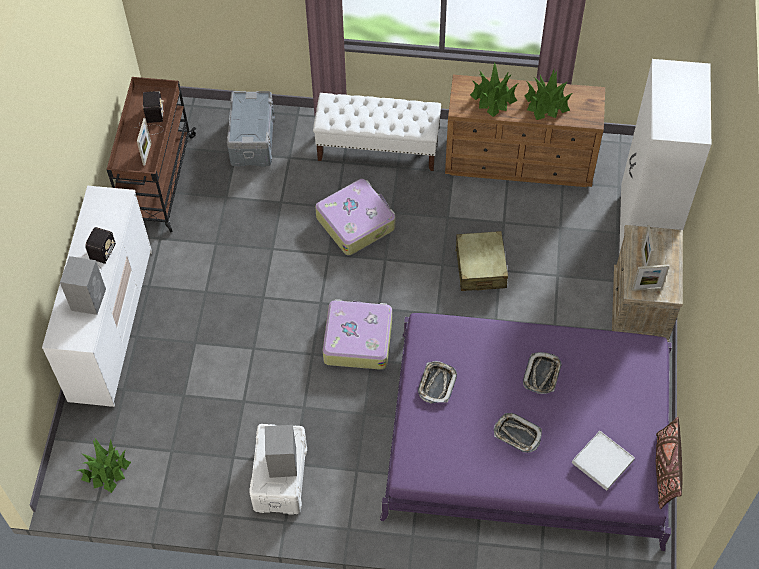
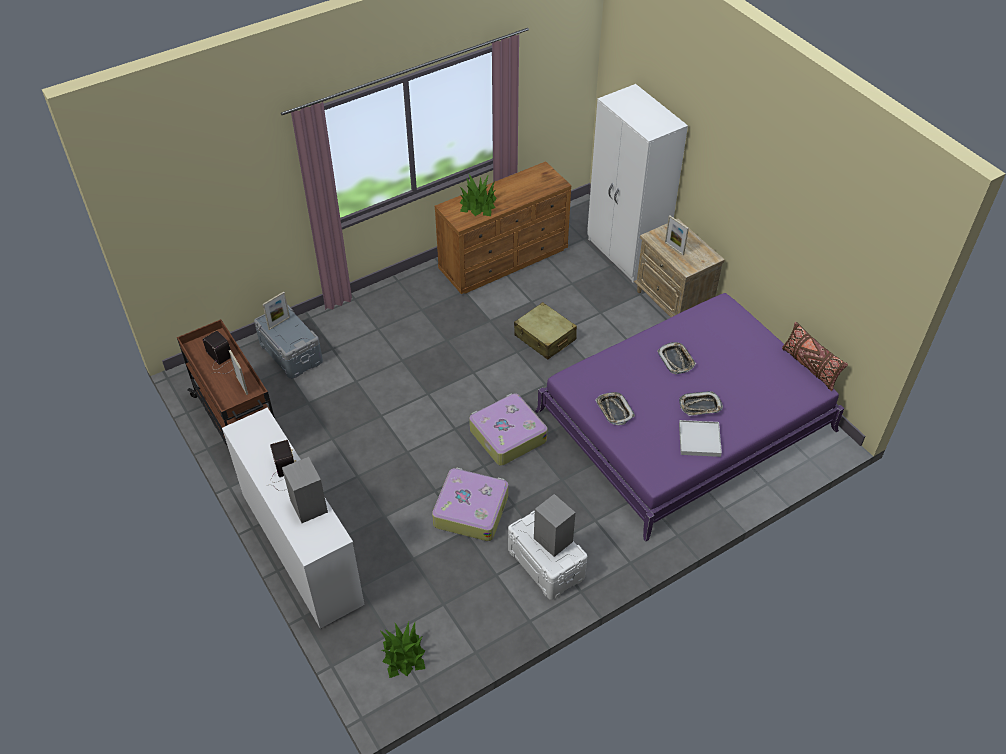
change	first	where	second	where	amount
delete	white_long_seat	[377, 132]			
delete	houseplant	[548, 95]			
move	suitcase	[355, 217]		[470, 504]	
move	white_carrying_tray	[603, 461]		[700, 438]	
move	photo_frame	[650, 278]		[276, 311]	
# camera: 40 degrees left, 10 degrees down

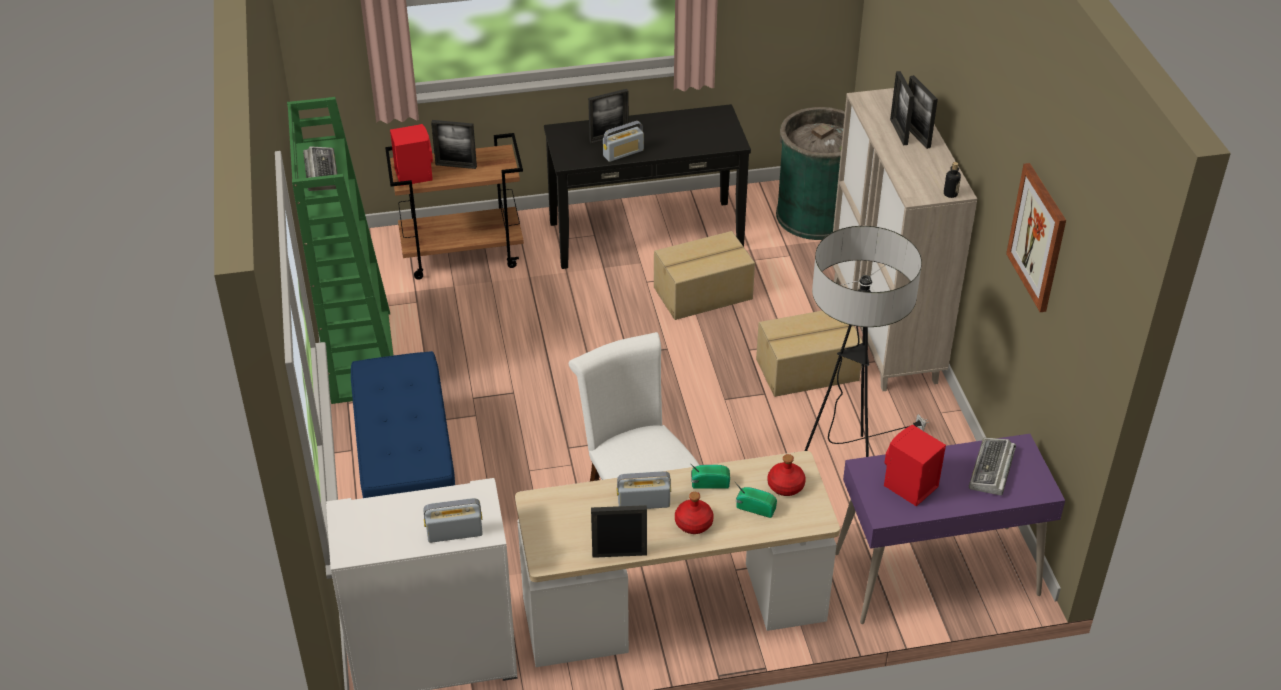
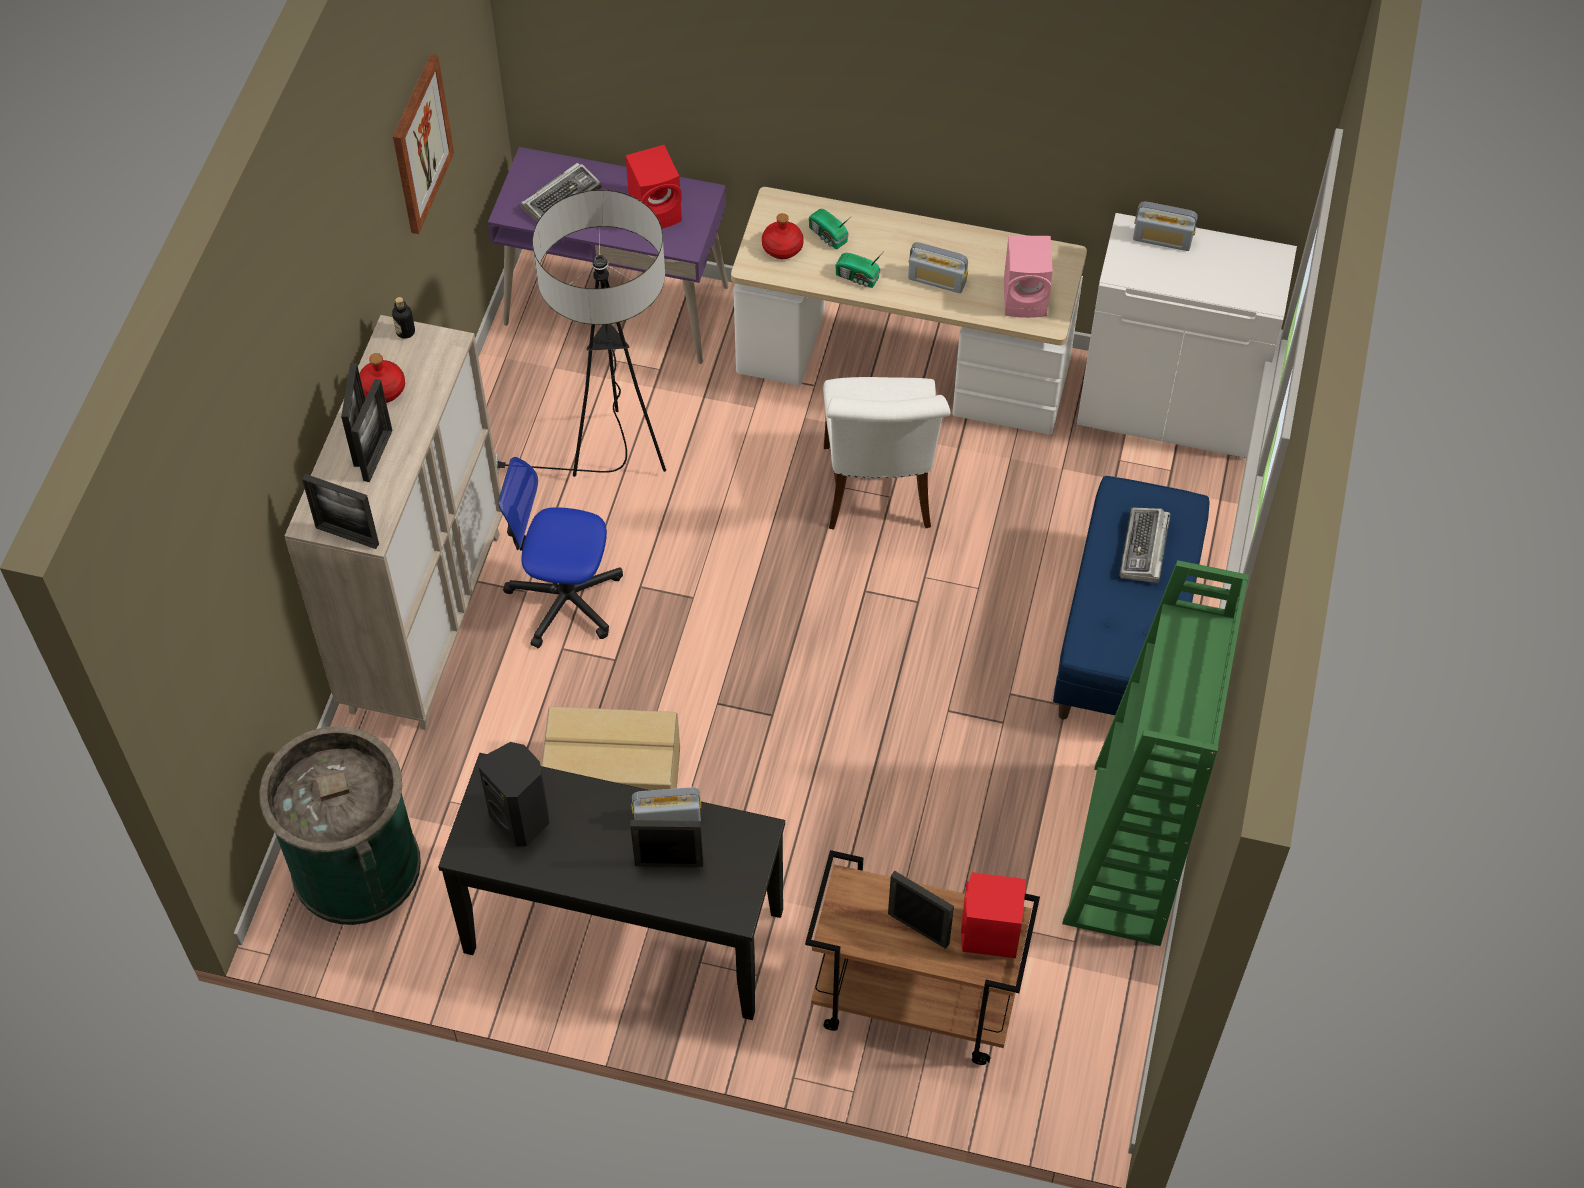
change	first	where	second	where	amount
insert			black_audio_speaker	[514, 794]	
insert			pink-coloured_audio_speaker	[1028, 276]	
move	PC_keyboard	[320, 168]		[1144, 545]	
move	photo_frame	[619, 531]		[340, 511]	
move	reddish_drink_bottle	[694, 513]		[382, 378]	
replace	carton	[809, 354]	desk_chair	[560, 552]	
# camera: 155 degrees left, 15 degrees up

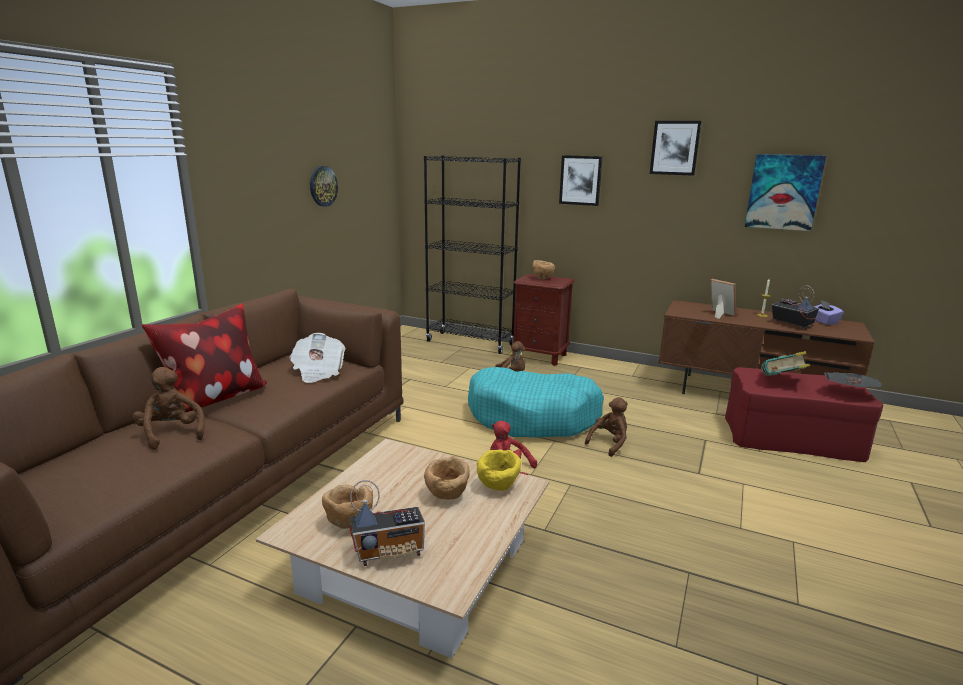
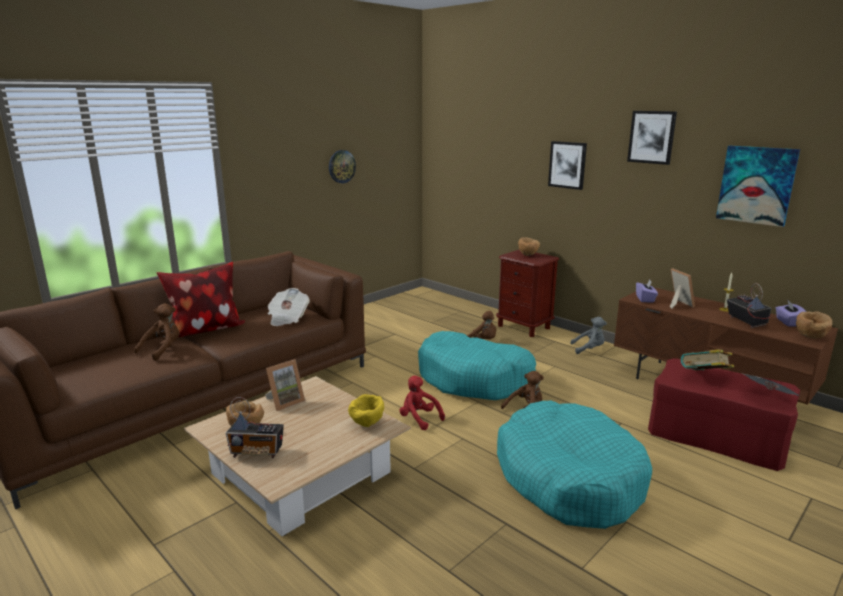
change	first	where	second	where	amount
delete	black_bookcase	[472, 254]			
insert			photo_frame	[285, 385]	
insert			blue-green_dog_cushion	[574, 464]	
insert			greyish_plush_toy	[588, 335]	
insert			purple-coloured_tissue_box	[647, 291]	
move	brown-coloured_serving_bowl	[446, 478]		[814, 325]	
rotate	brown-coloured_plush_toy	[168, 408]		[157, 332]	45 degrees clockwise
# camera: 20 degrees right, 0 degrees up

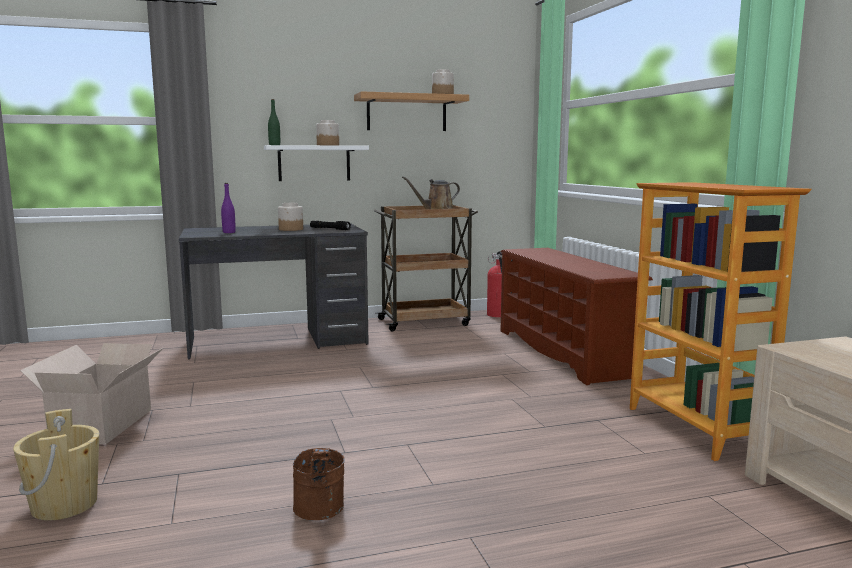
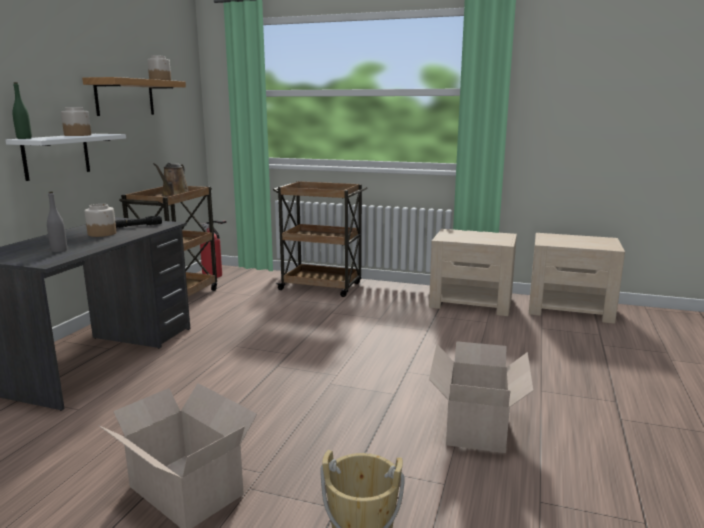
change	first	where	second	where	amount
replace	brown-coloured_water_bucket	[319, 484]	carton	[481, 397]	
replace	brown-coloured_shoe_stand	[577, 316]	brown-coloured_cart	[320, 239]	
replace	bookcase	[720, 321]	sand-coloured_night_table	[473, 272]	
recolor	purple-coloured_drink_bottle	[228, 208]	greyish_drink_bottle	[57, 221]	
# camera: 55 degrees left, 5 degrees up

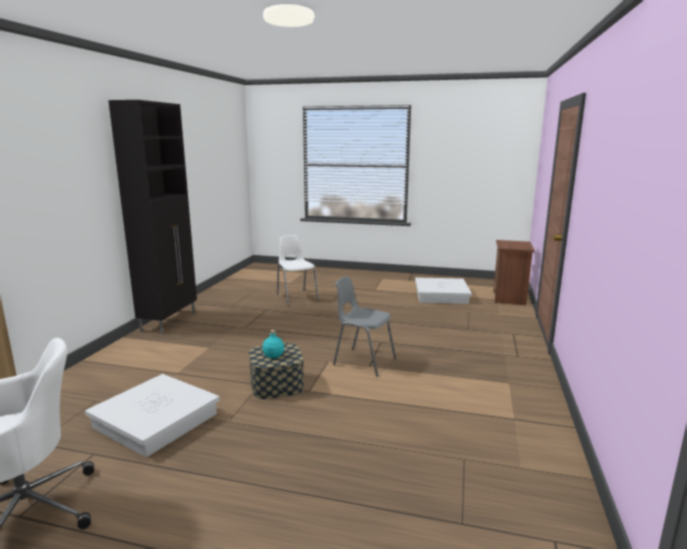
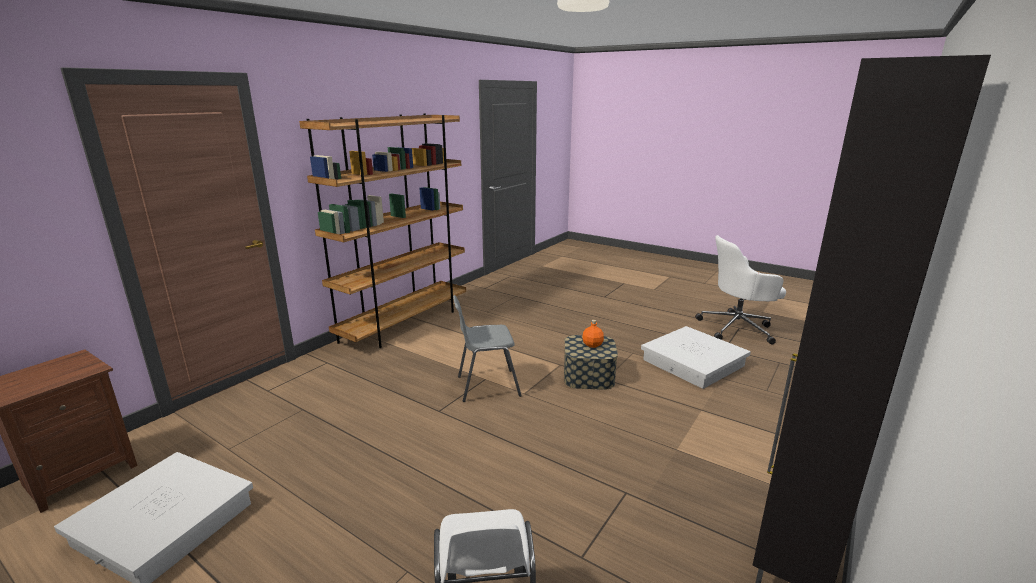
change	first	where	second	where	amount
insert			brown-coloured_bookcase	[382, 231]	
recolor	blue-green_drink_bottle	[273, 344]	orangey_drink_bottle	[593, 334]	
rotate	greyish_chair	[364, 326]		[487, 348]	120 degrees clockwise
# camera: 160 degrees left, 5 degrees up

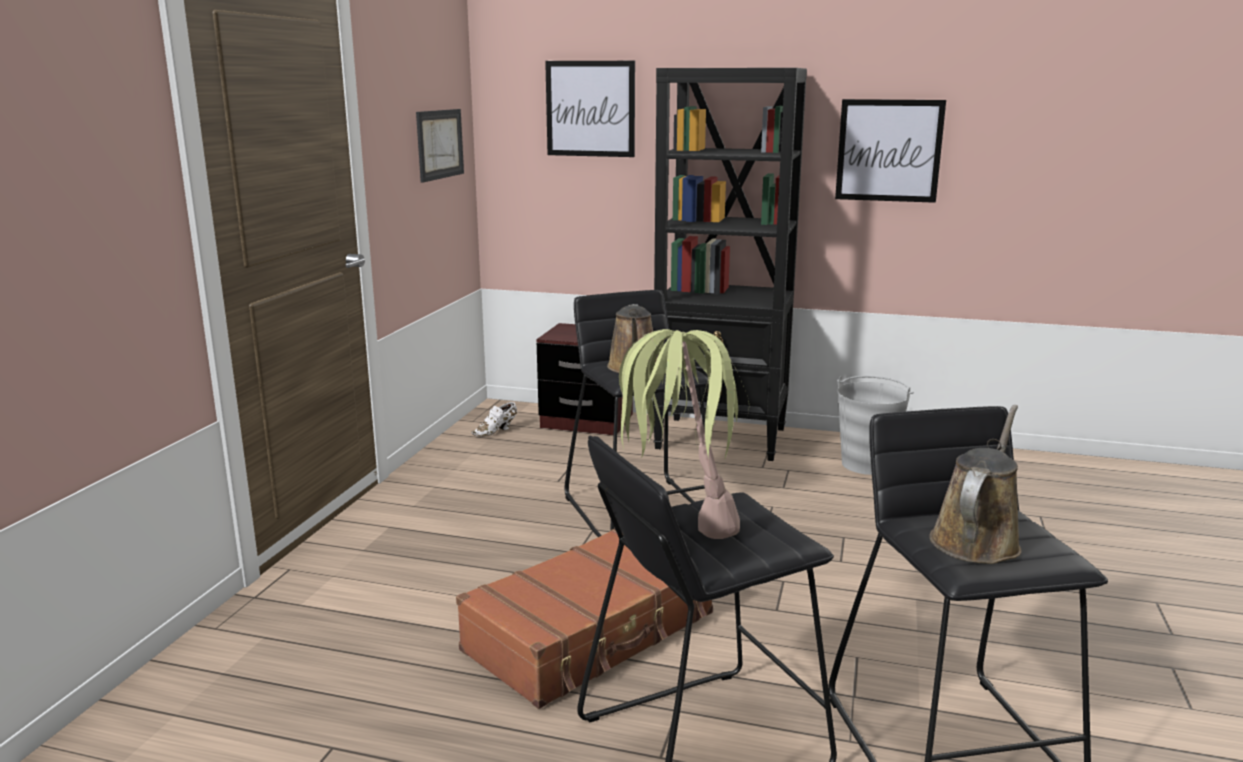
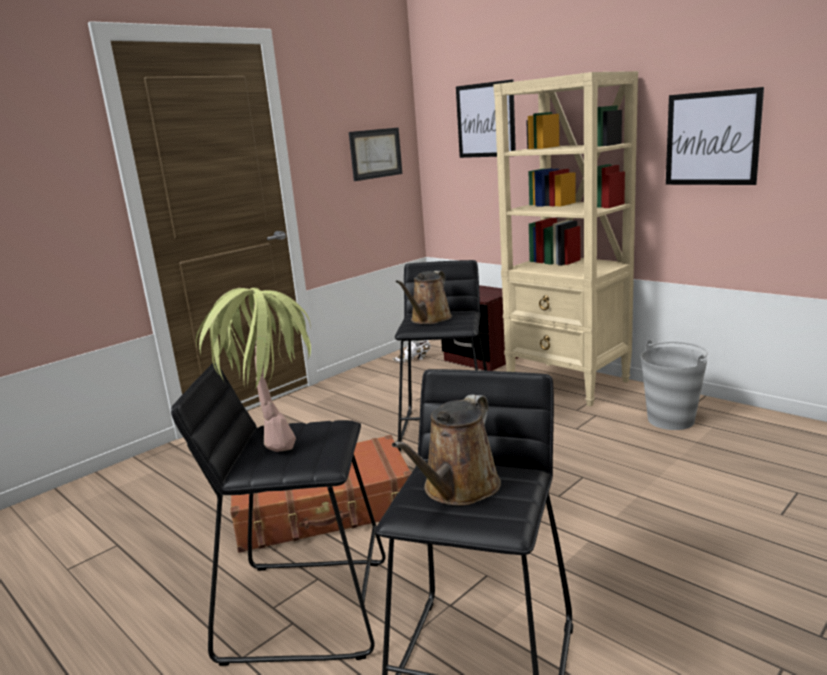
change	first	where	second	where	amount
recolor	black_bookcase	[730, 264]	sand-coloured_bookcase	[565, 238]	
rotate	brown-coloured_watering_pot	[975, 484]		[446, 450]	150 degrees clockwise
# camera: 30 degrees right, 0 degrees up

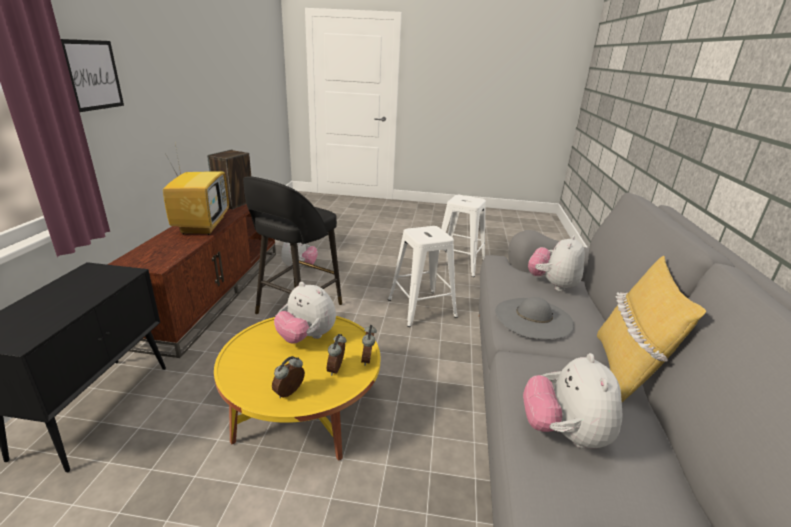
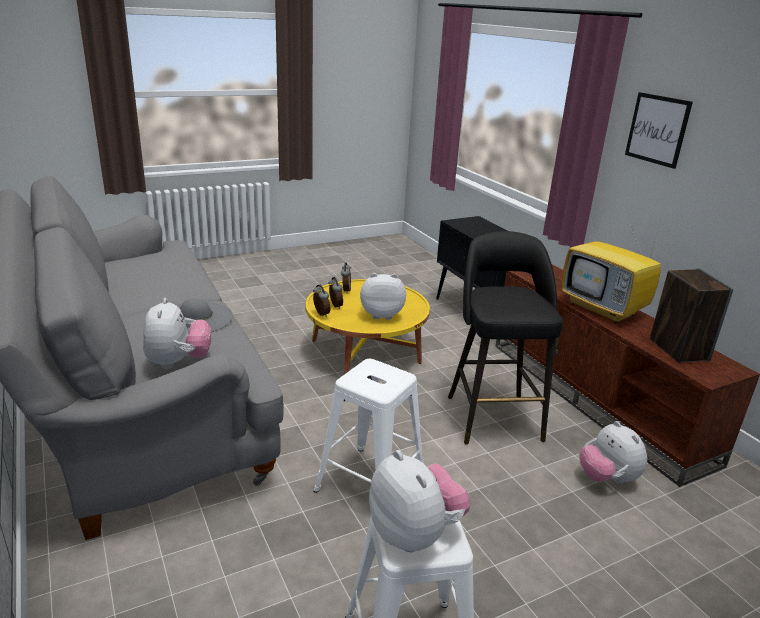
change	first	where	second	where	amount
delete	yellowish_throw_pillow	[651, 329]			
move	plush_toy	[573, 400]		[419, 501]	
# camera: 145 degrees right, 0 degrees up

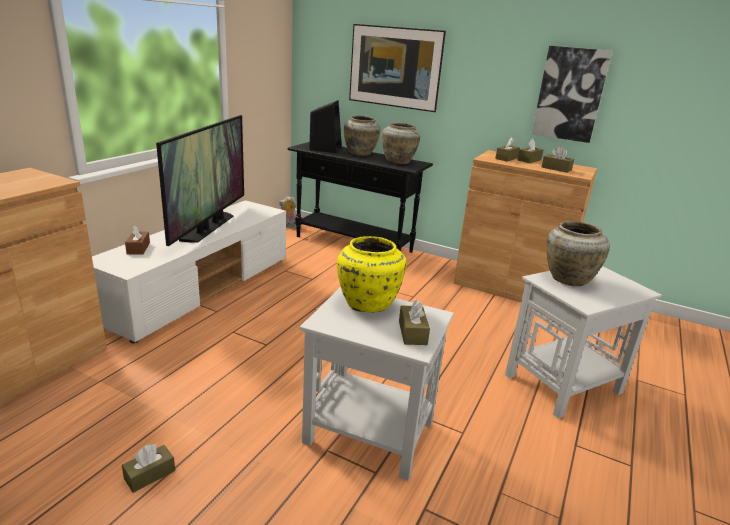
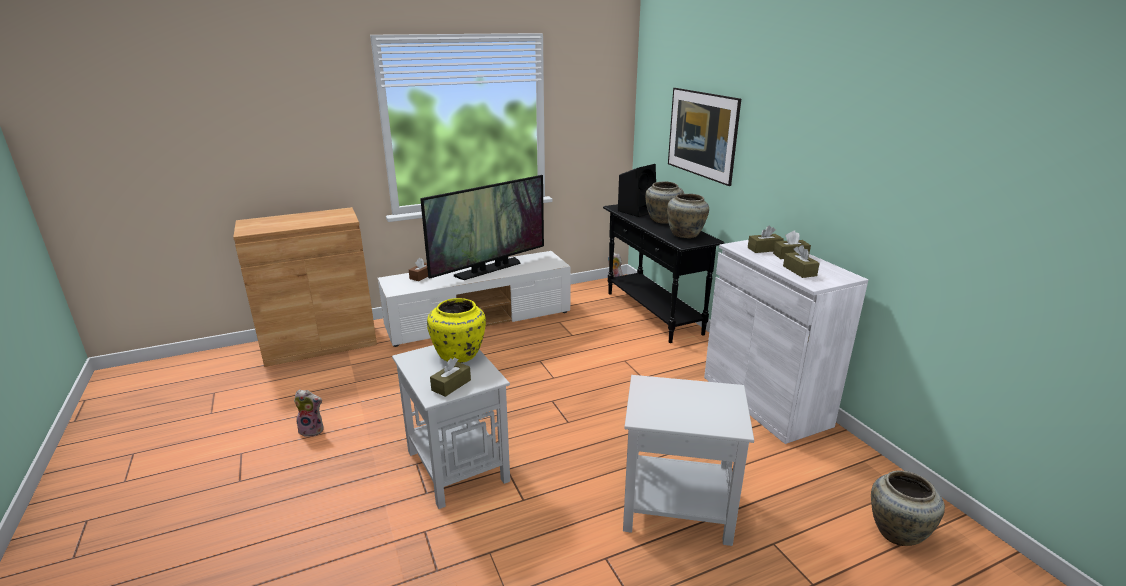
change	first	where	second	where	amount
delete	picture	[572, 94]			
move	sand-coloured_decorative_vase	[578, 253]		[908, 508]	
replace	brown-coloured_tissue_box	[148, 468]	plush_toy	[308, 413]	
recolor	brown-coloured_cupboard	[525, 226]	white_cupboard	[786, 342]	
# camera: 40 degrees right, 0 degrees up

